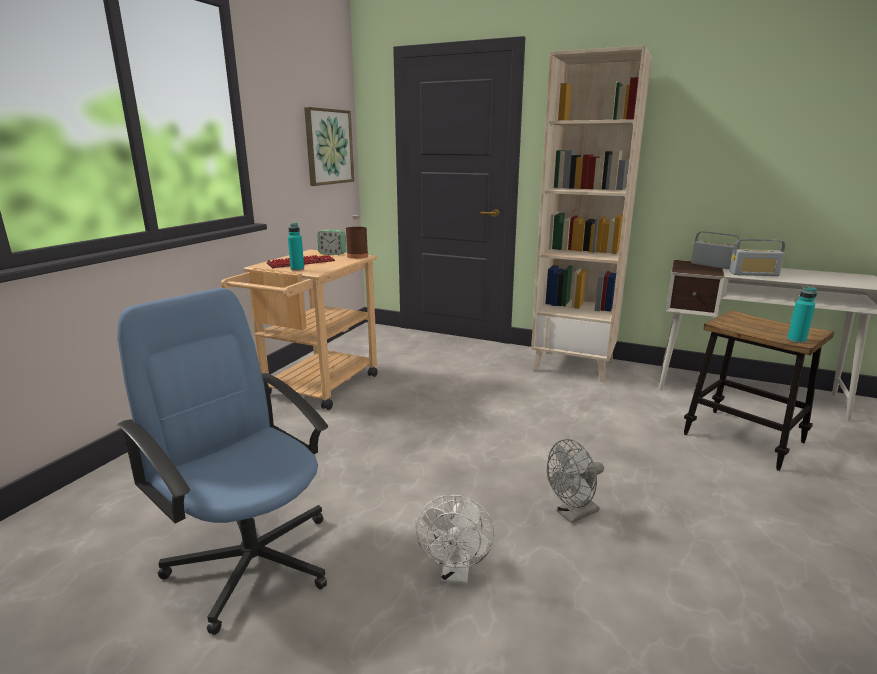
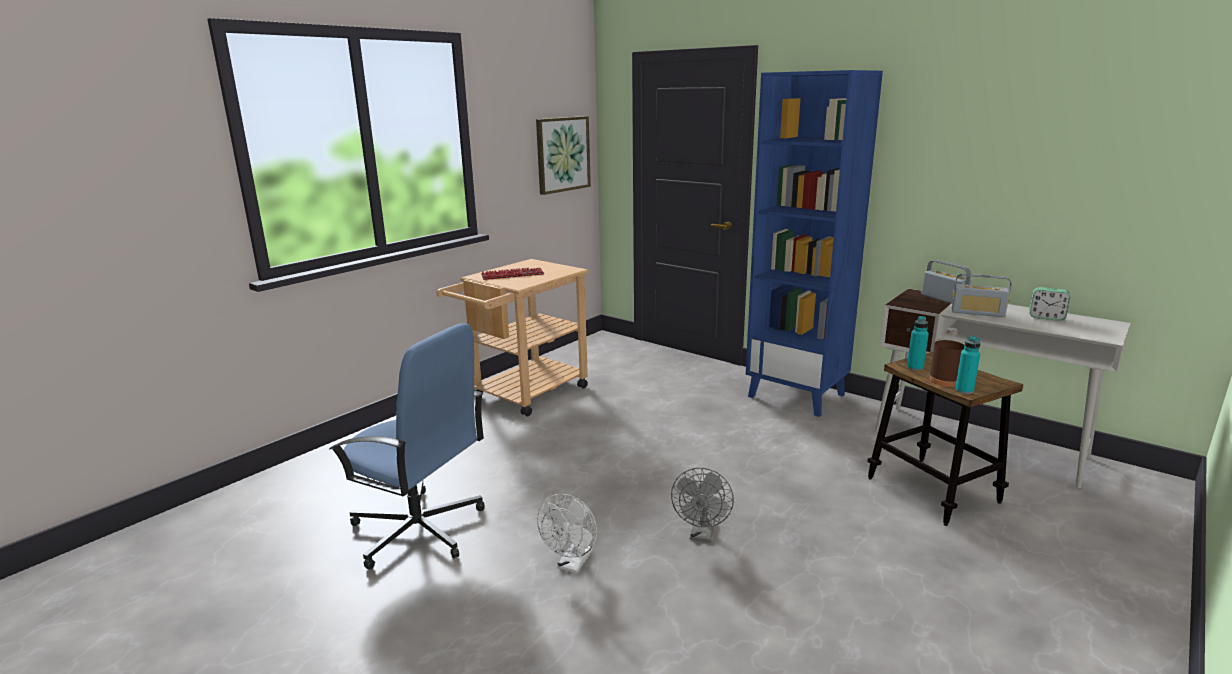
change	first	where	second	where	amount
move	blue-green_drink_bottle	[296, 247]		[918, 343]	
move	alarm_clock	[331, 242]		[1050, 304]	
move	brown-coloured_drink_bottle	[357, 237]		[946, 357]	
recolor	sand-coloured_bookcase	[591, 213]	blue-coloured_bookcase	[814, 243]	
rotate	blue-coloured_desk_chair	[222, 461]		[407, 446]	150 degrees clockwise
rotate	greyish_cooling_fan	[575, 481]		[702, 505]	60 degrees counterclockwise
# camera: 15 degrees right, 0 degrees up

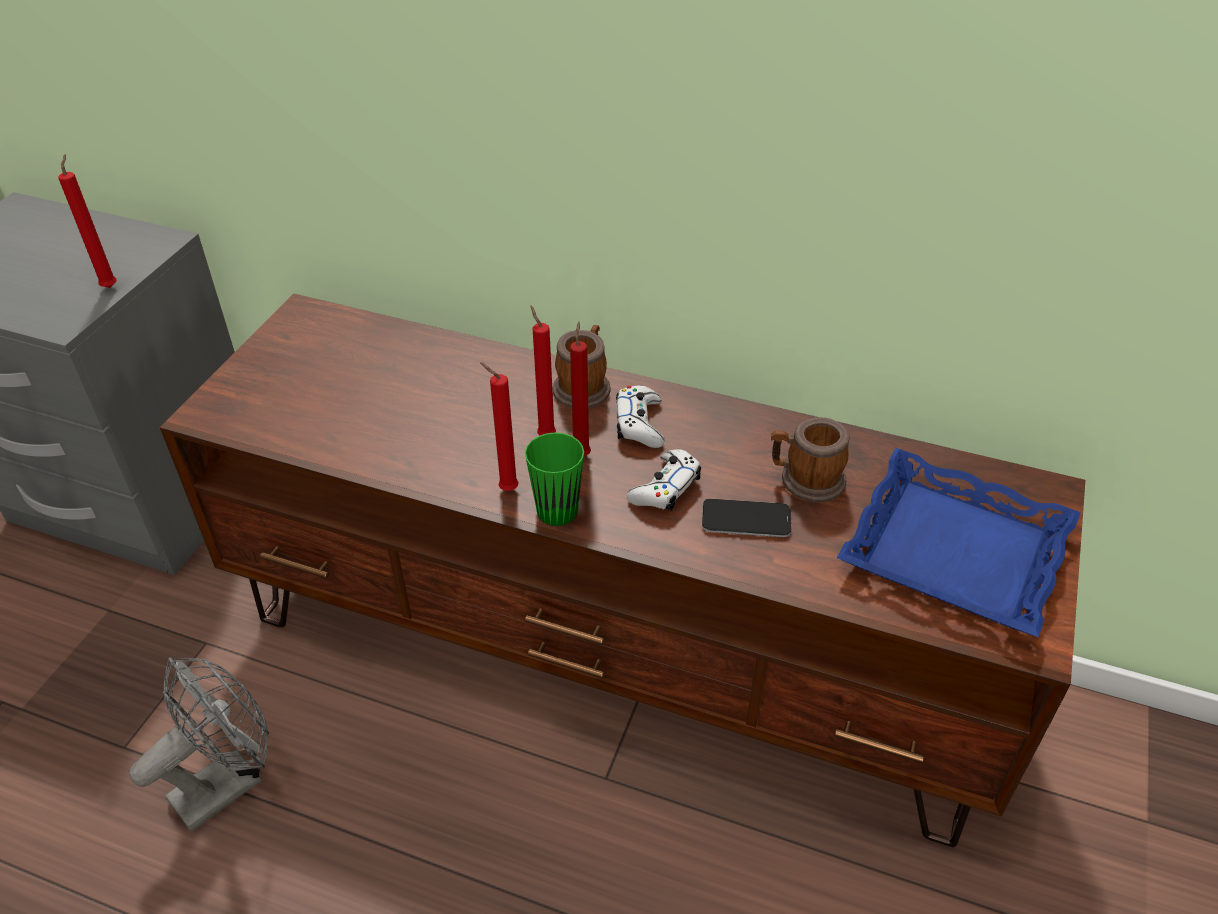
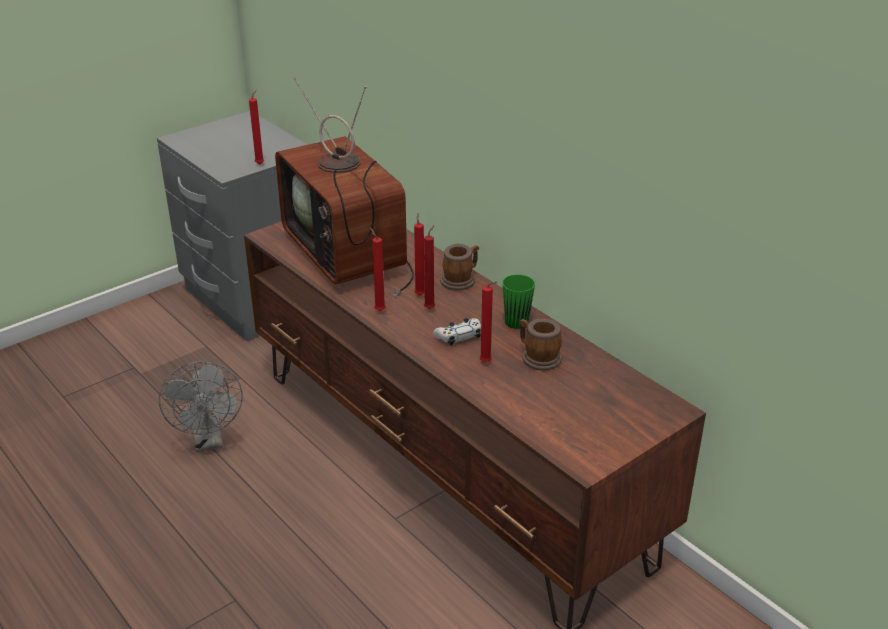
change	first	where	second	where	amount
delete	white_joypad	[640, 416]			
delete	blue-coloured_carrying_tray	[959, 543]			
insert			TV	[344, 187]	
move	green_coffee_mug	[554, 479]		[518, 301]	
replace	handset	[746, 518]	reddish_candle	[489, 322]	
rotate	greyish_cooling_fan	[199, 744]		[201, 406]	90 degrees clockwise
# camera: 30 degrees right, 10 degrees down

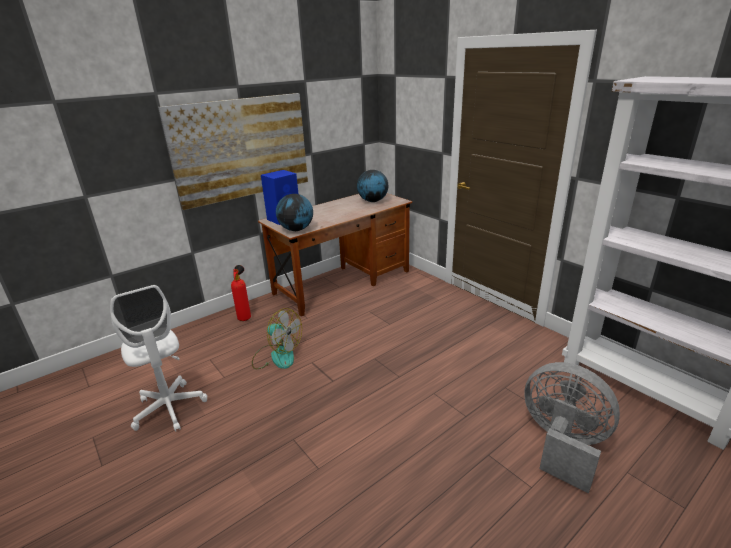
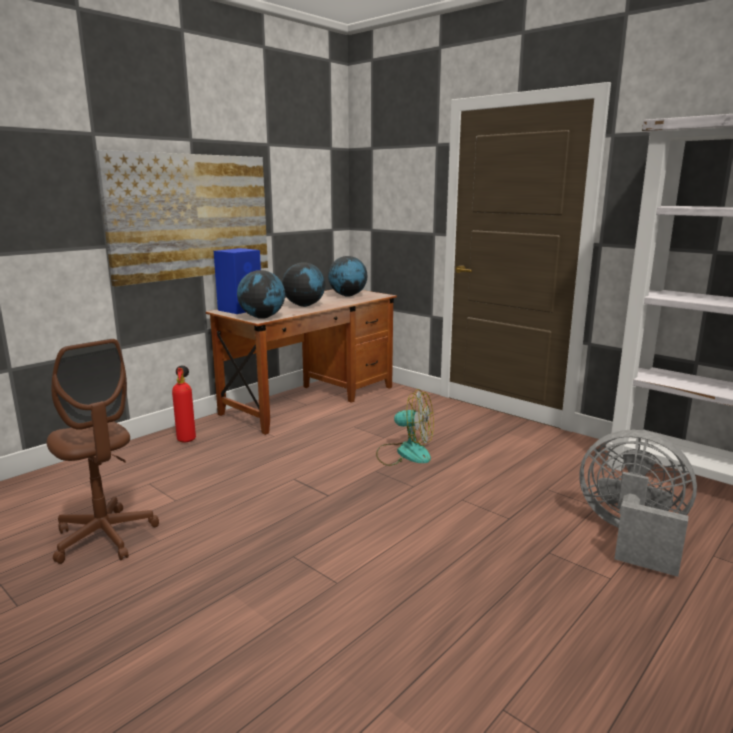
change	first	where	second	where	amount
insert			globe	[303, 284]	
move	cooling_fan	[277, 338]		[405, 427]	
recolor	white_desk_chair	[158, 358]	brown-coloured_desk_chair	[103, 451]	
# camera: 10 degrees left, 10 degrees down

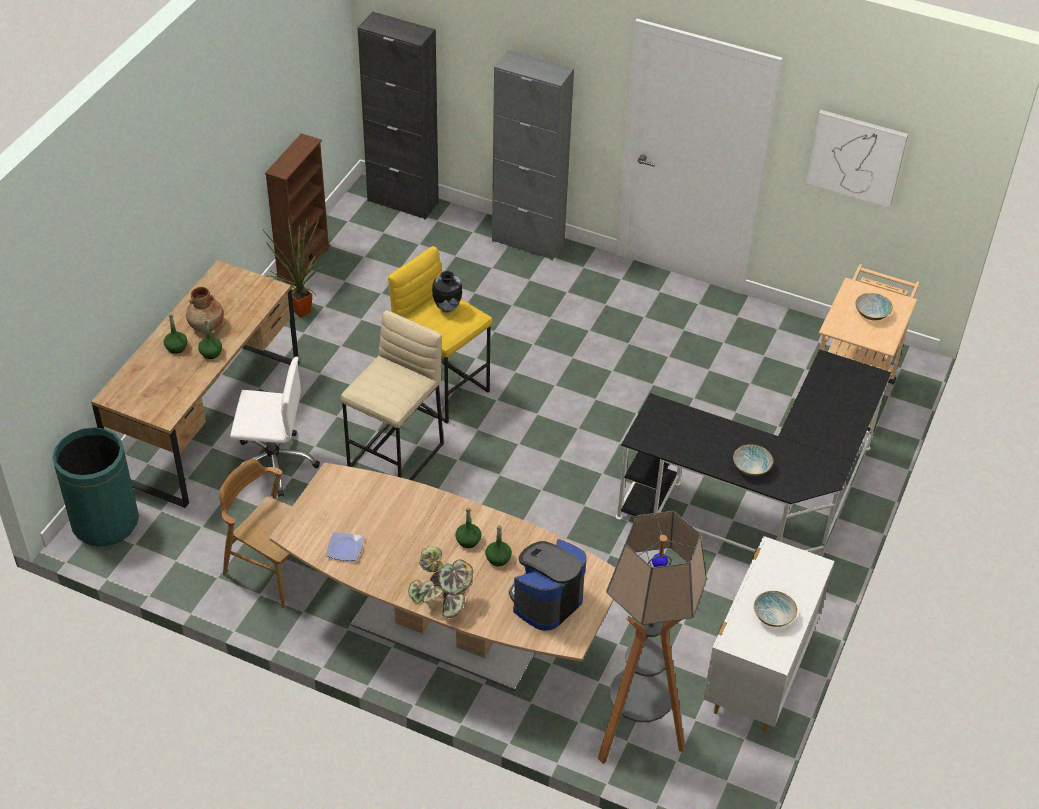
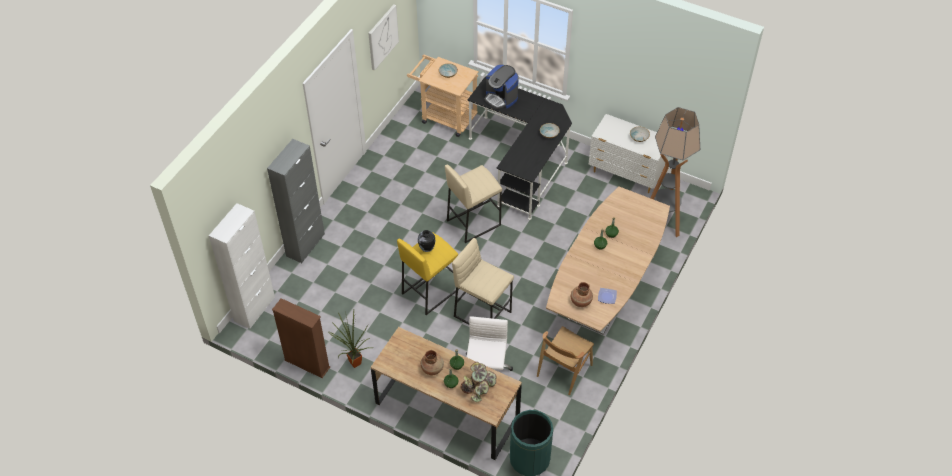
change	first	where	second	where	amount
insert			sand-coloured_stool	[473, 203]	
insert			brown-coloured_decorative_vase	[582, 294]	
move	houseplant	[440, 582]		[479, 382]	
move	coffee_maker	[547, 585]		[502, 87]	
recolor	black_cupboard	[398, 116]	white_cupboard	[242, 266]	
# camera: 85 degrees left, 5 degrees up

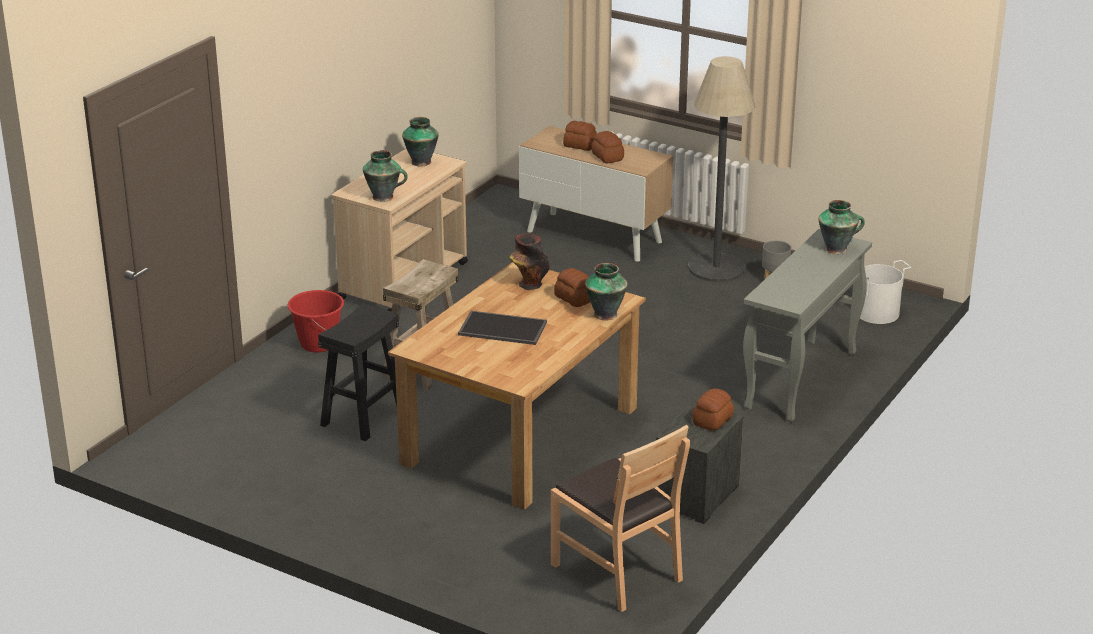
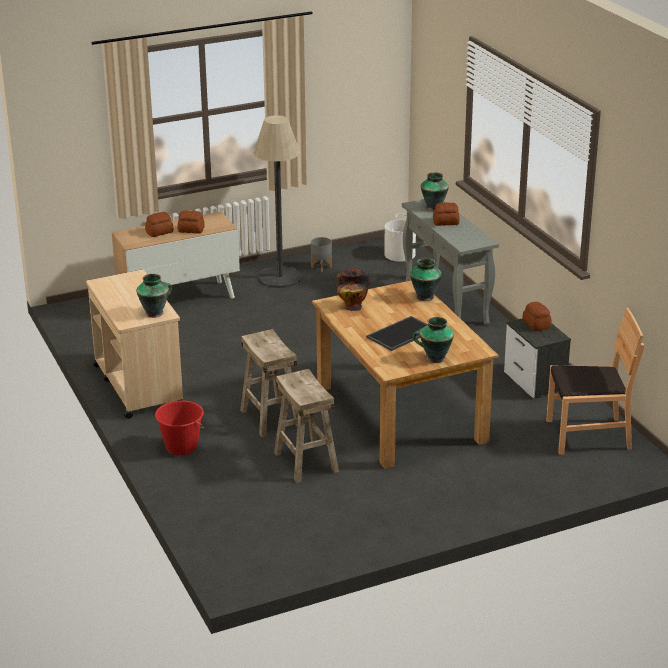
change	first	where	second	where	amount
move	decorative_vase	[420, 142]		[433, 340]	
move	baked_bread	[572, 287]		[446, 214]	
recolor	black_stool	[358, 372]	sand-coloured_stool	[306, 426]	
# camera: 55 degrees left, 0 degrees up

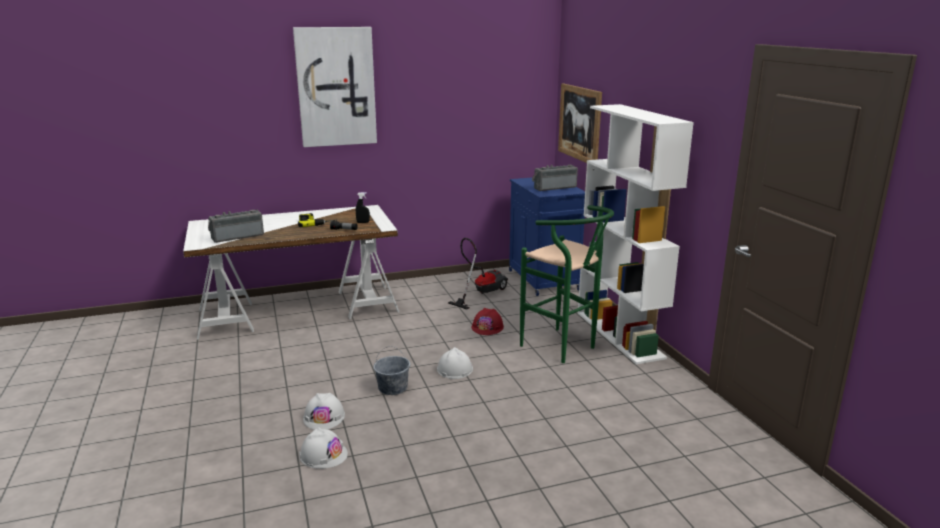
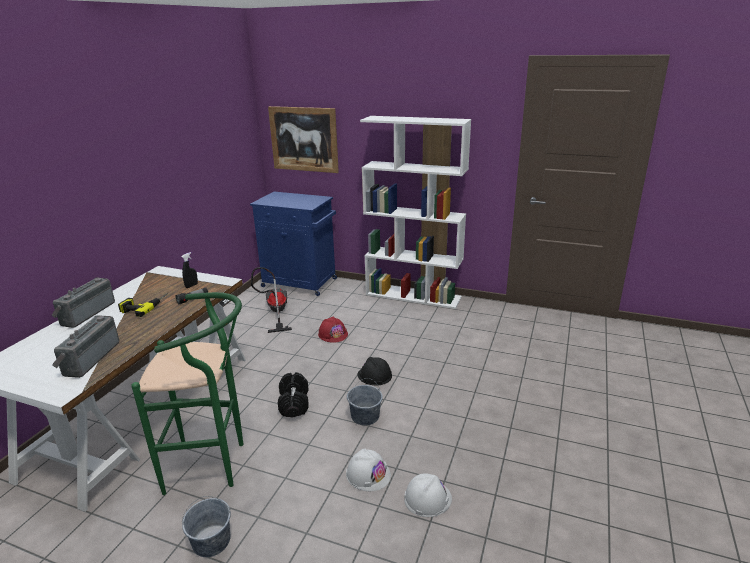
change	first	where	second	where	amount
delete	picture	[335, 87]			
insert			greyish_water_bucket	[206, 526]	
insert			black_dumbbell	[293, 394]	
move	green_stool	[567, 284]		[187, 393]	
move	radio_set	[555, 178]		[83, 302]	
recolor	white_safety_helmet	[455, 363]	black_safety_helmet	[374, 371]	
# camera: 50 degrees left, 5 degrees up

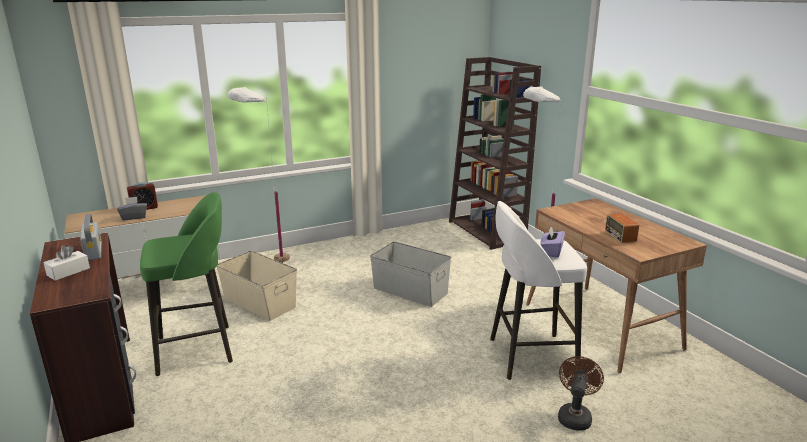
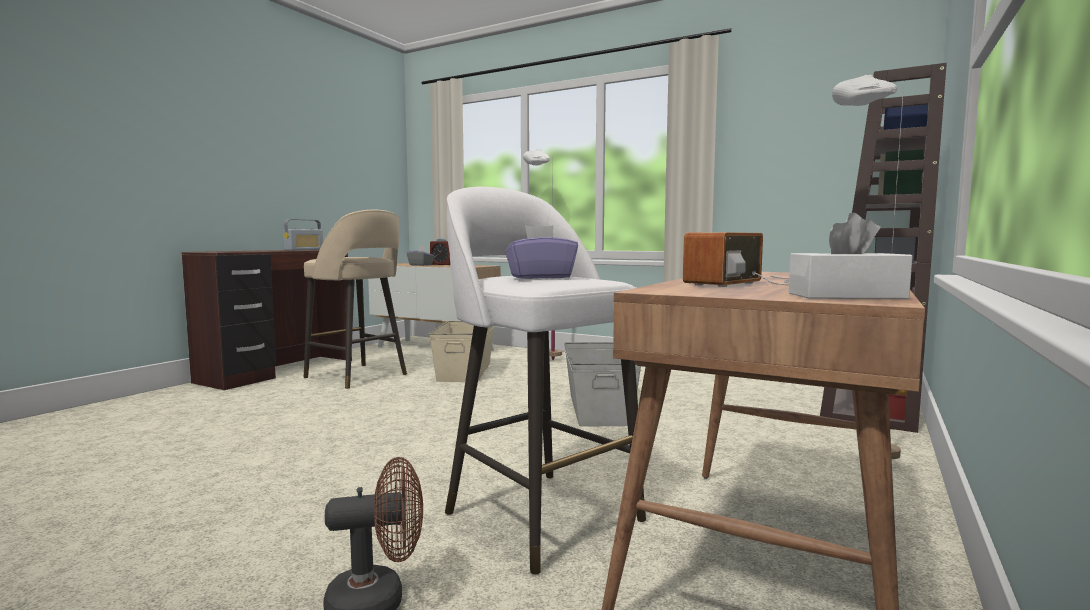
change	first	where	second	where	amount
move	white_tissue_box	[66, 263]		[850, 256]	
recolor	green_stool	[186, 284]	sand-coloured_stool	[355, 299]	
# camera: 55 degrees right, 15 degrees down

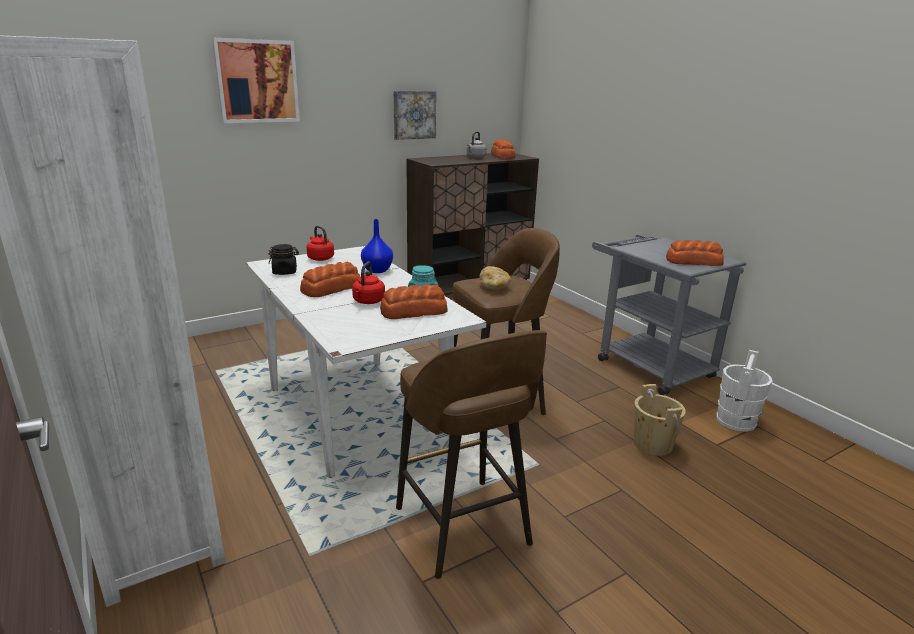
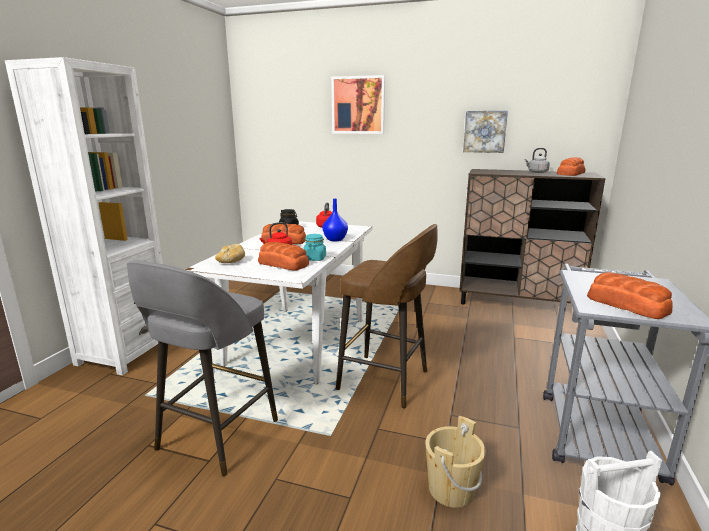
change	first	where	second	where	amount
move	baked_bread	[495, 278]		[230, 253]	
recolor	brown-coloured_stool	[471, 454]	greyish_stool	[202, 368]	
# camera: 50 degrees right, 5 degrees down

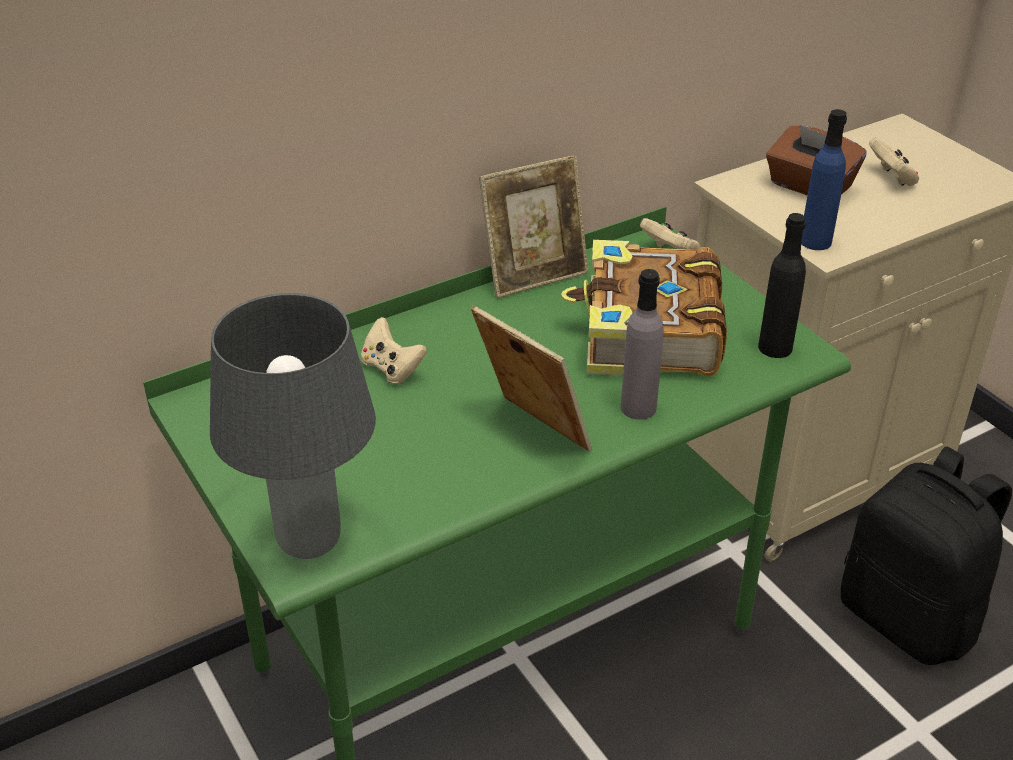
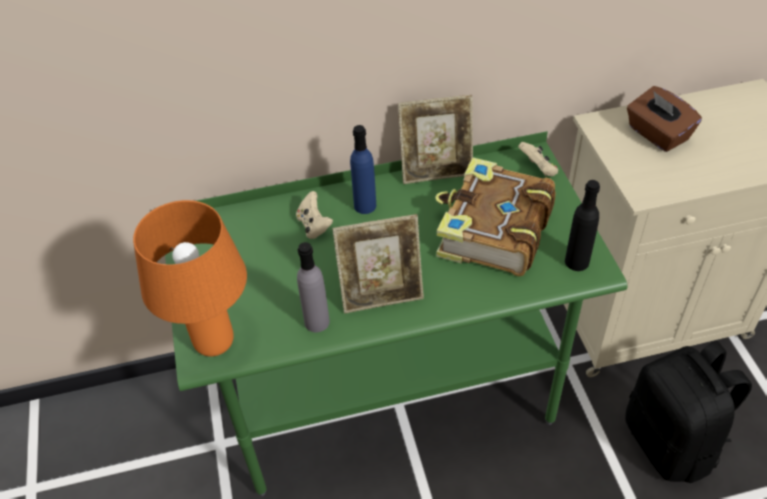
change	first	where	second	where	amount
delete	sand-coloured_joypad	[894, 162]			
move	greyish_drink_bottle	[642, 344]		[313, 287]	
move	blue-coloured_drink_bottle	[824, 179]		[363, 169]	
recolor	greyish_lamp_for_a_table	[293, 426]	orangey_lamp_for_a_table	[190, 278]	
rotate	photo_frame	[531, 378]		[378, 263]	105 degrees clockwise
# camera: 20 degrees right, 10 degrees up

